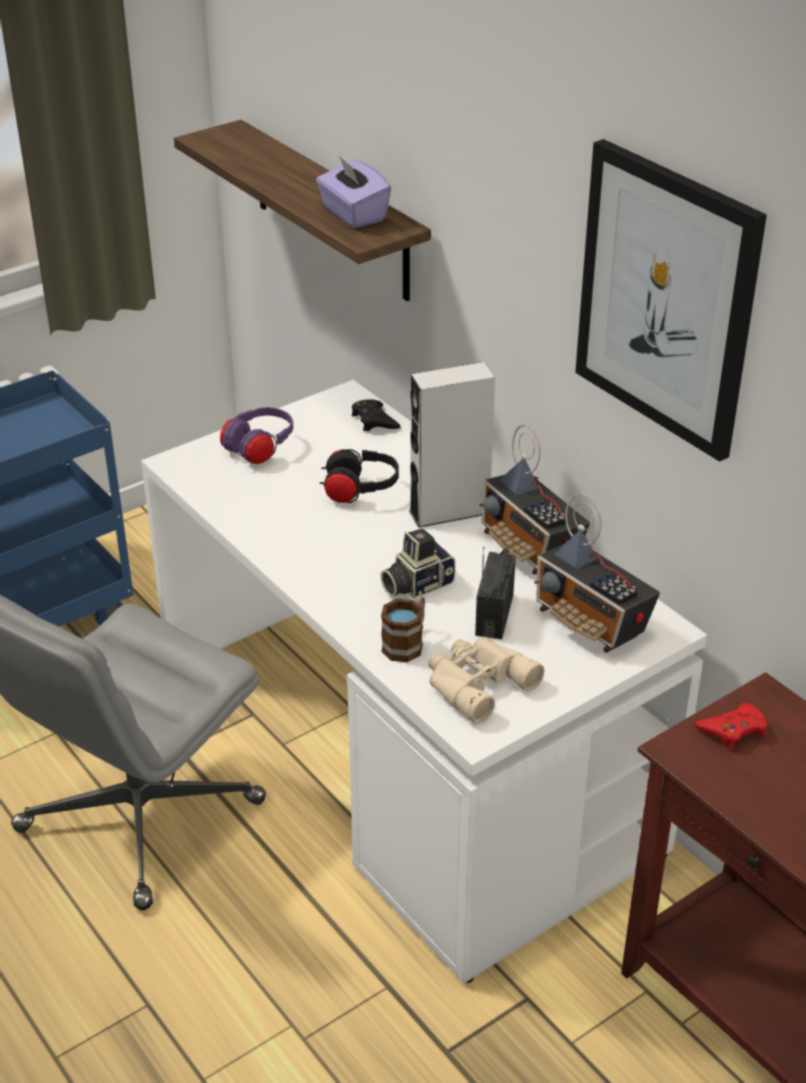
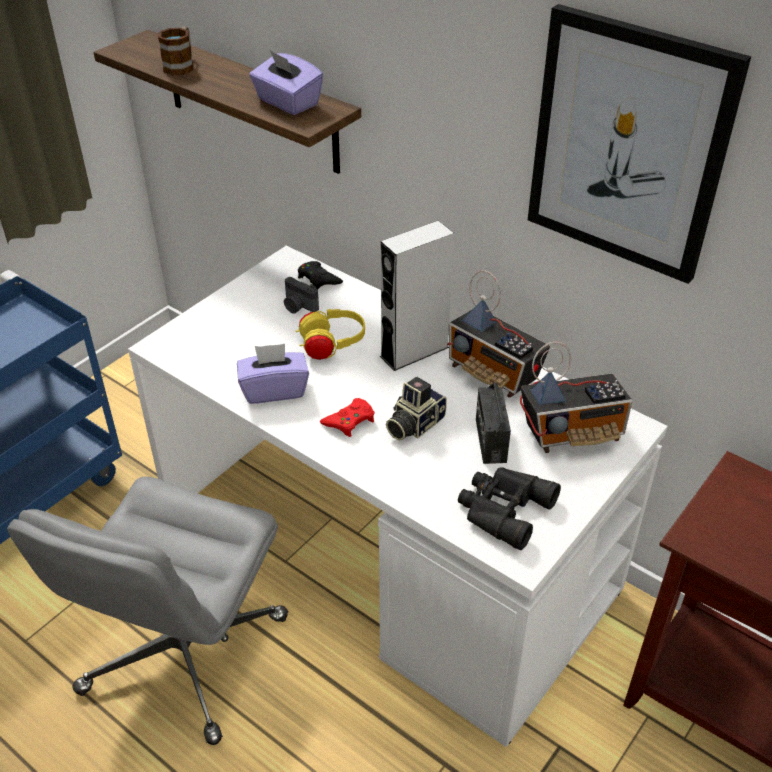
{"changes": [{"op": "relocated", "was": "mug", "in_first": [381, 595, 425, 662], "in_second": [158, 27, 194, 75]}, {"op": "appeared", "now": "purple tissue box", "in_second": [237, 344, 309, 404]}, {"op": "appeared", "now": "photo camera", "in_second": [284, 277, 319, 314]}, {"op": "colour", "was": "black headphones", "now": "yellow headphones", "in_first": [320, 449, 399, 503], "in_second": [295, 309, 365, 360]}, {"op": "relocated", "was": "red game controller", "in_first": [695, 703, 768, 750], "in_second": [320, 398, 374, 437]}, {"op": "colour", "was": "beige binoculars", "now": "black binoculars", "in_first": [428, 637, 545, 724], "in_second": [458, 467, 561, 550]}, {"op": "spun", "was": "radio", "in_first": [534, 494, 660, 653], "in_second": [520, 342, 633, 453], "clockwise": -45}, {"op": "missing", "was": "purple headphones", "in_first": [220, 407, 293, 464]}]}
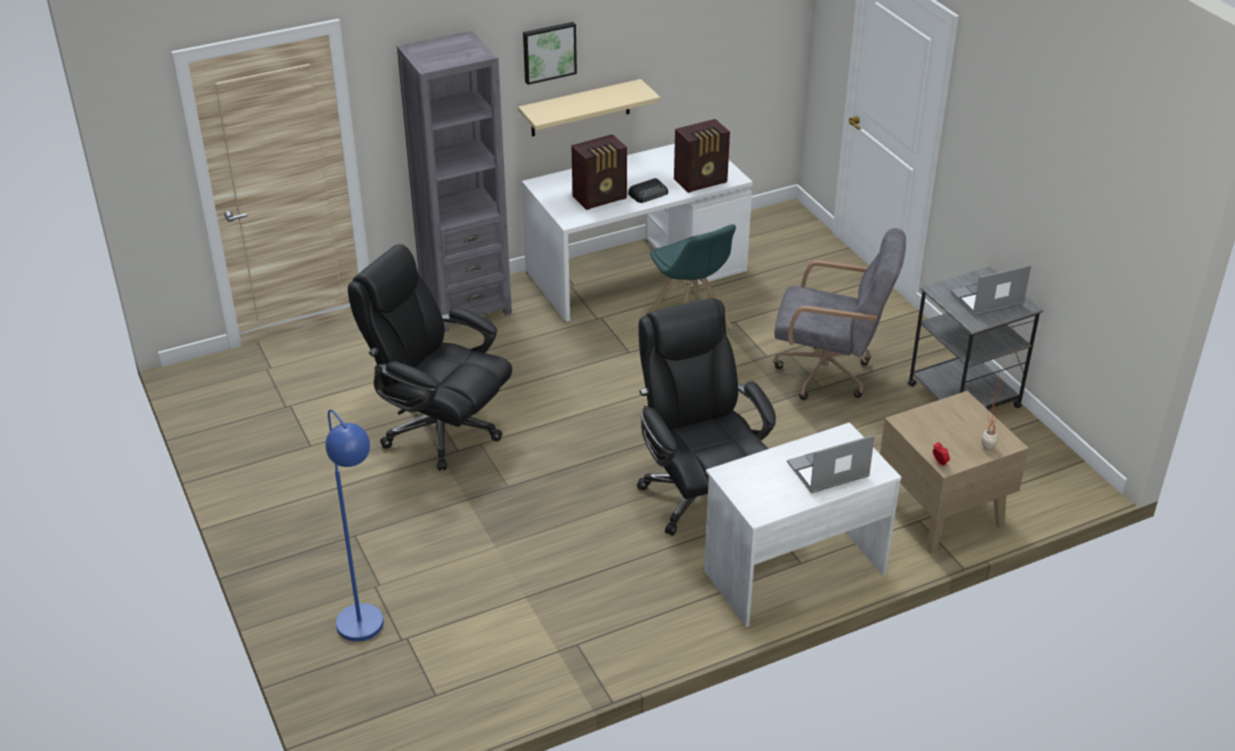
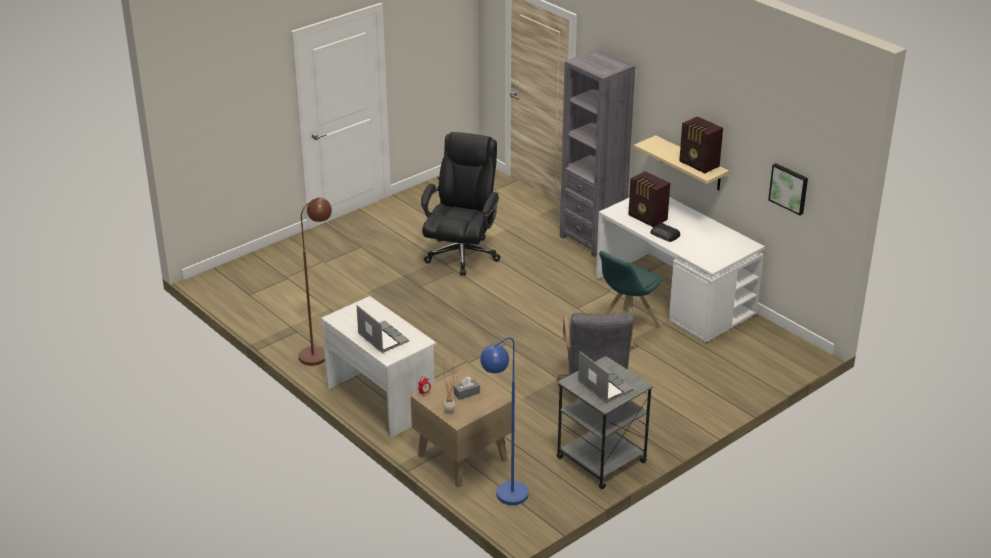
{"changes": [{"op": "appeared", "now": "brown floor lamp", "in_second": [299, 197, 332, 366]}, {"op": "appeared", "now": "grey tissue box", "in_second": [454, 377, 480, 400]}, {"op": "relocated", "was": "blue floor lamp", "in_first": [325, 409, 384, 642], "in_second": [480, 338, 529, 505]}, {"op": "relocated", "was": "radio", "in_first": [674, 119, 730, 193], "in_second": [679, 116, 723, 174]}, {"op": "relocated", "was": "picture", "in_first": [523, 22, 577, 85], "in_second": [768, 163, 808, 216]}, {"op": "missing", "was": "black office chair", "in_first": [637, 298, 776, 536]}]}
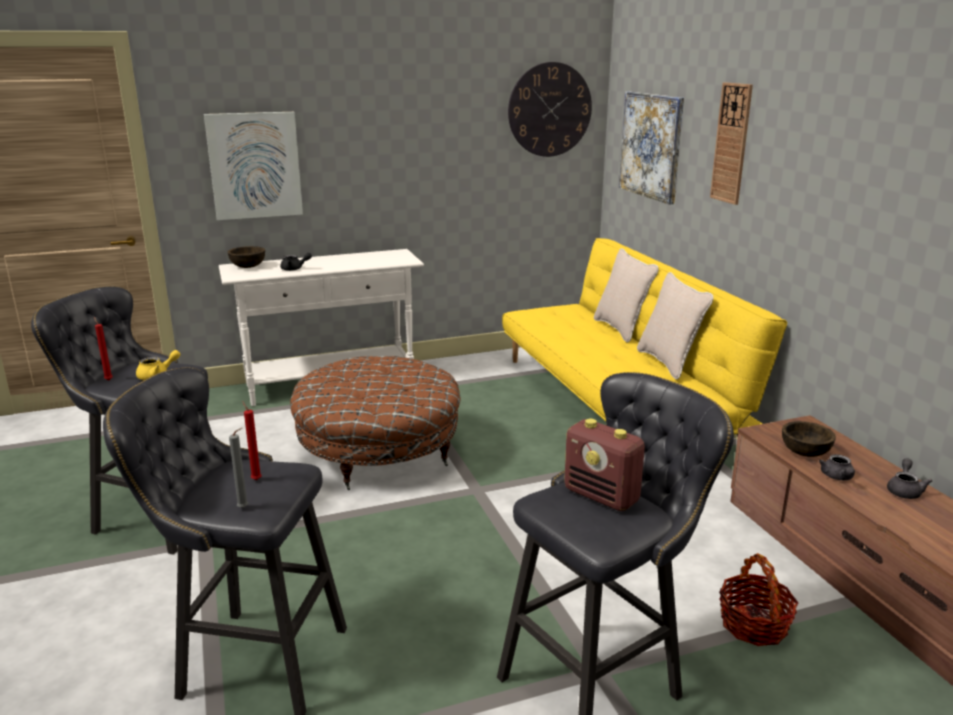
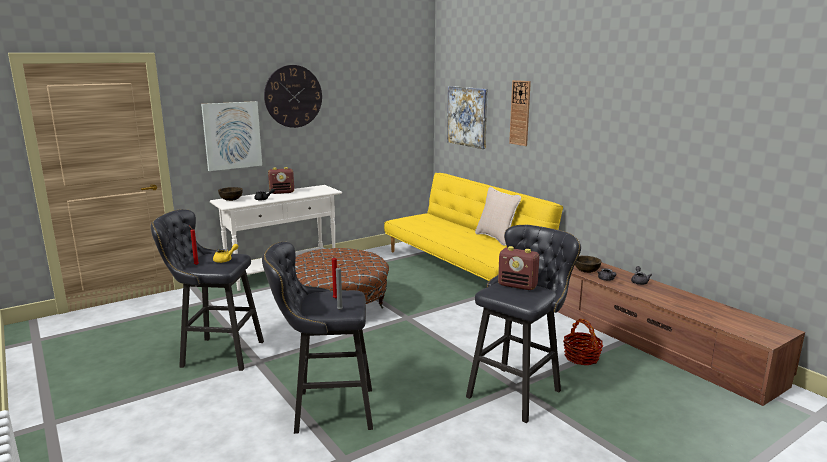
{"changes": [{"op": "relocated", "was": "wall clock", "in_first": [508, 62, 592, 157], "in_second": [264, 65, 322, 128]}, {"op": "appeared", "now": "radio", "in_second": [268, 167, 294, 194]}, {"op": "missing", "was": "beige pillow", "in_first": [594, 248, 659, 342]}]}
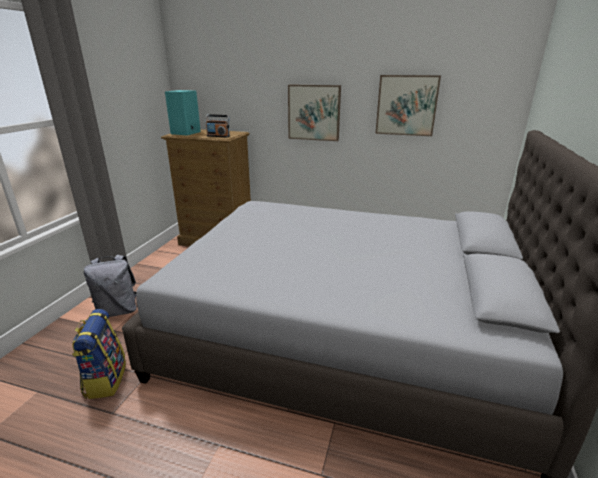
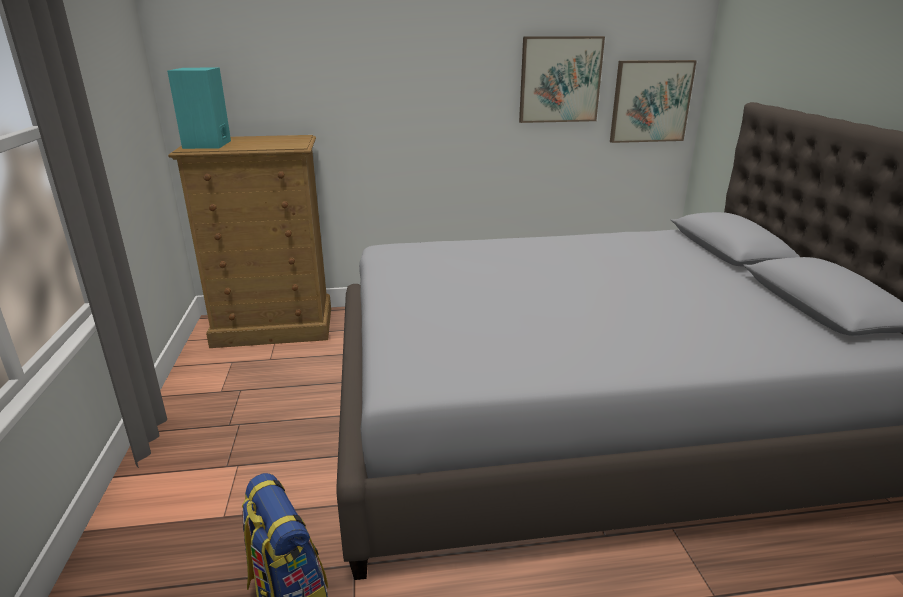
{"changes": [{"op": "relocated", "was": "picture", "in_first": [288, 84, 341, 141], "in_second": [610, 60, 697, 143]}, {"op": "missing", "was": "grey backpack", "in_first": [84, 255, 137, 317]}, {"op": "missing", "was": "radio", "in_first": [206, 114, 230, 137]}]}
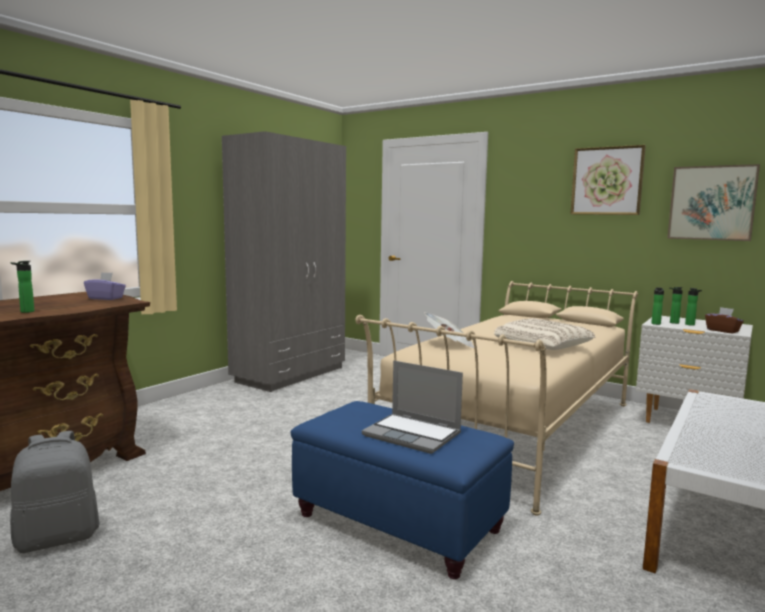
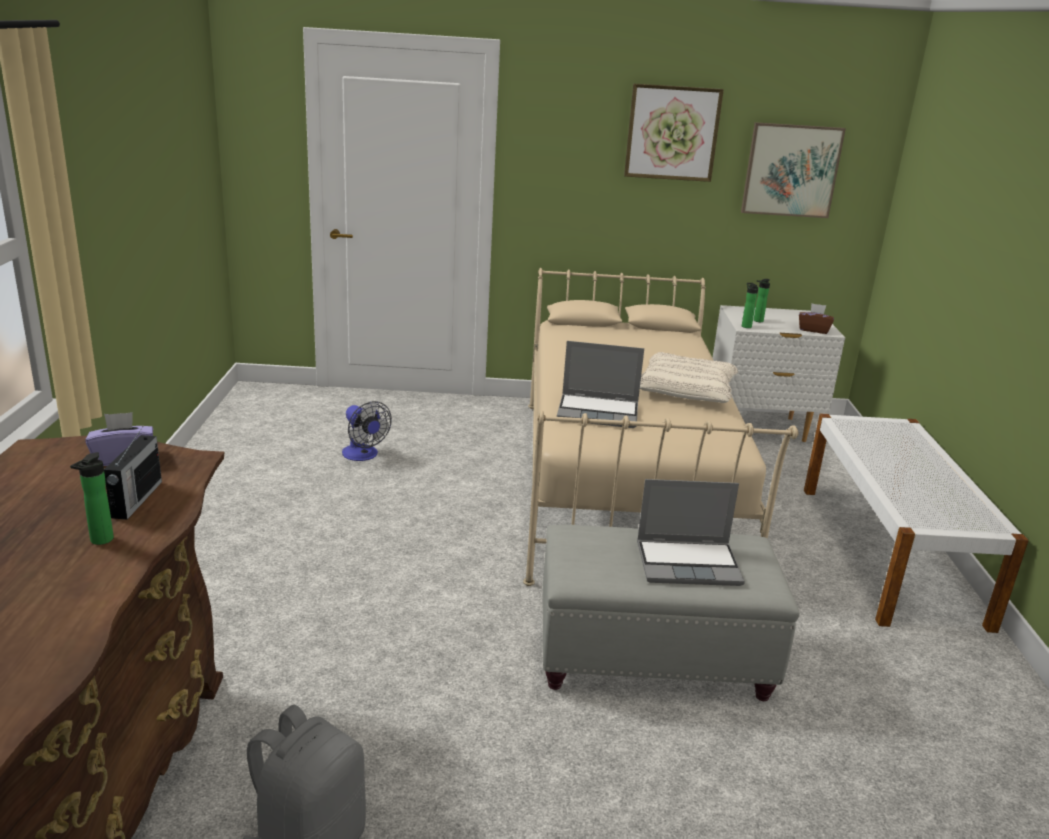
{"changes": [{"op": "appeared", "now": "radio", "in_second": [104, 428, 162, 520]}, {"op": "appeared", "now": "fan", "in_second": [342, 401, 392, 461]}, {"op": "colour", "was": "blue ottoman", "now": "grey ottoman", "in_first": [291, 401, 514, 579], "in_second": [543, 525, 800, 701]}, {"op": "exchanged", "was": "newspaper", "now": "laptop", "in_first": [424, 312, 474, 348], "in_second": [557, 341, 644, 428]}, {"op": "missing", "was": "grey wardrobe", "in_first": [222, 131, 346, 392]}, {"op": "missing", "was": "bottle", "in_first": [685, 288, 702, 326]}]}
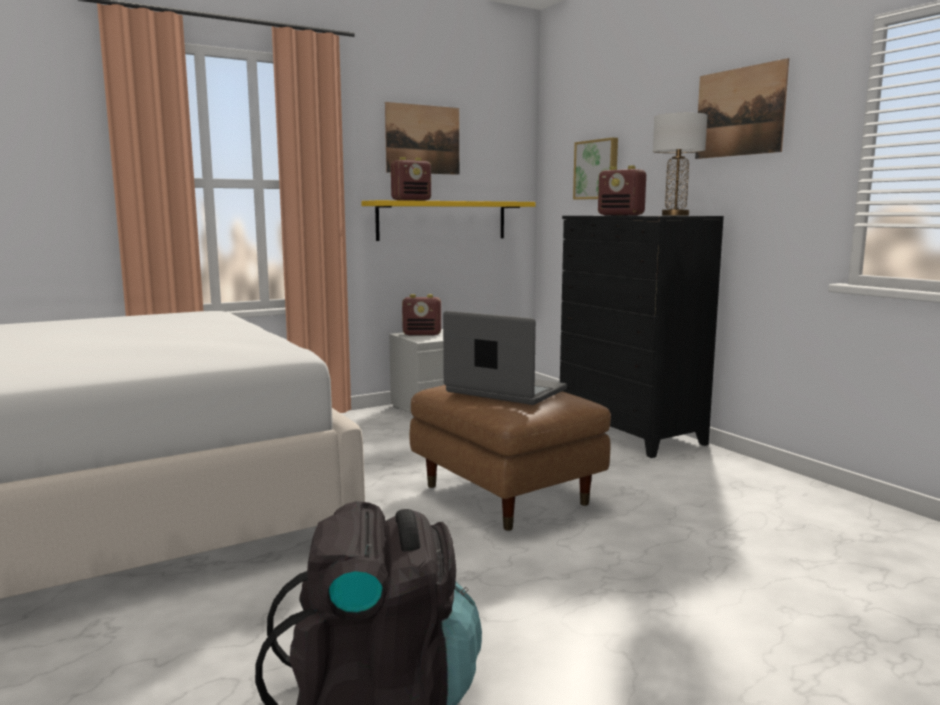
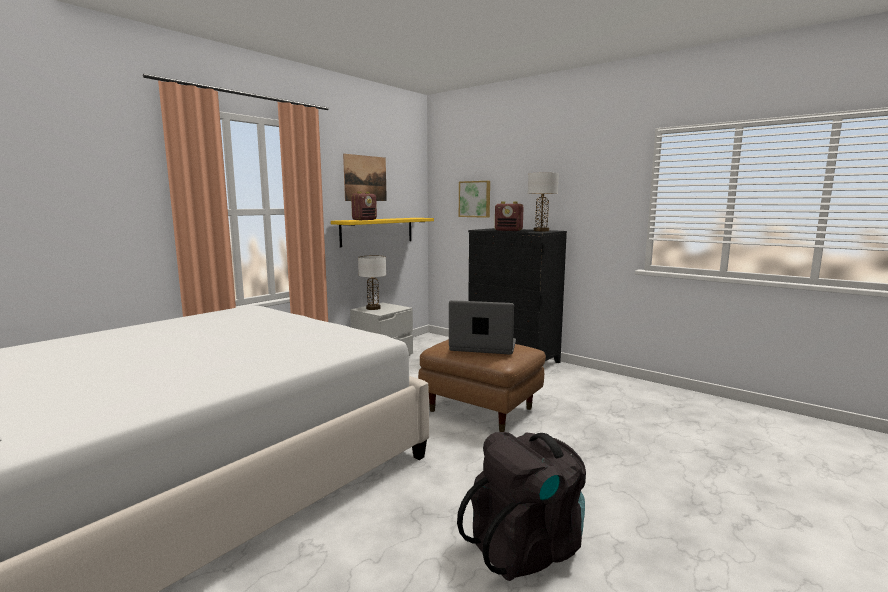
{"changes": [{"op": "exchanged", "was": "radio", "now": "table lamp", "in_first": [402, 294, 441, 336], "in_second": [358, 255, 386, 310]}, {"op": "missing", "was": "picture", "in_first": [695, 58, 789, 159]}]}
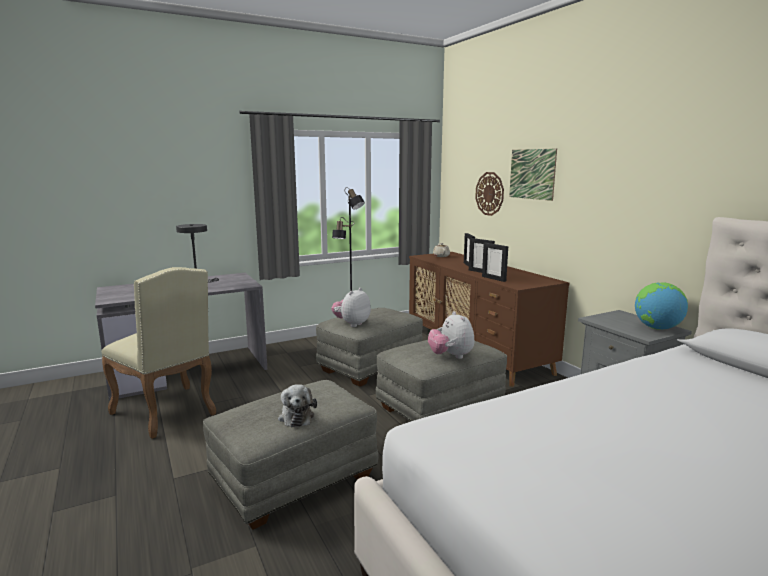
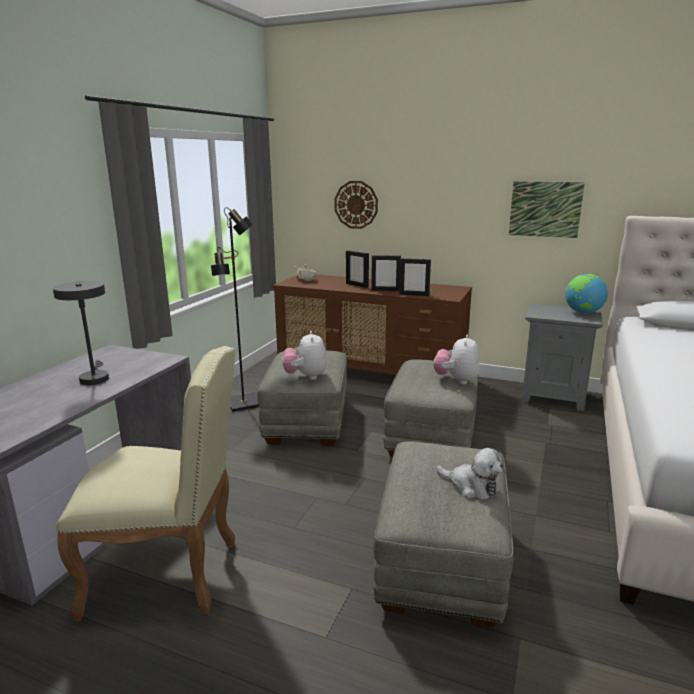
{"changes": [{"op": "spun", "was": "plush toy", "in_first": [428, 311, 474, 359], "in_second": [434, 335, 480, 385], "clockwise": 75}, {"op": "relocated", "was": "picture", "in_first": [509, 149, 557, 201], "in_second": [509, 181, 585, 238]}]}
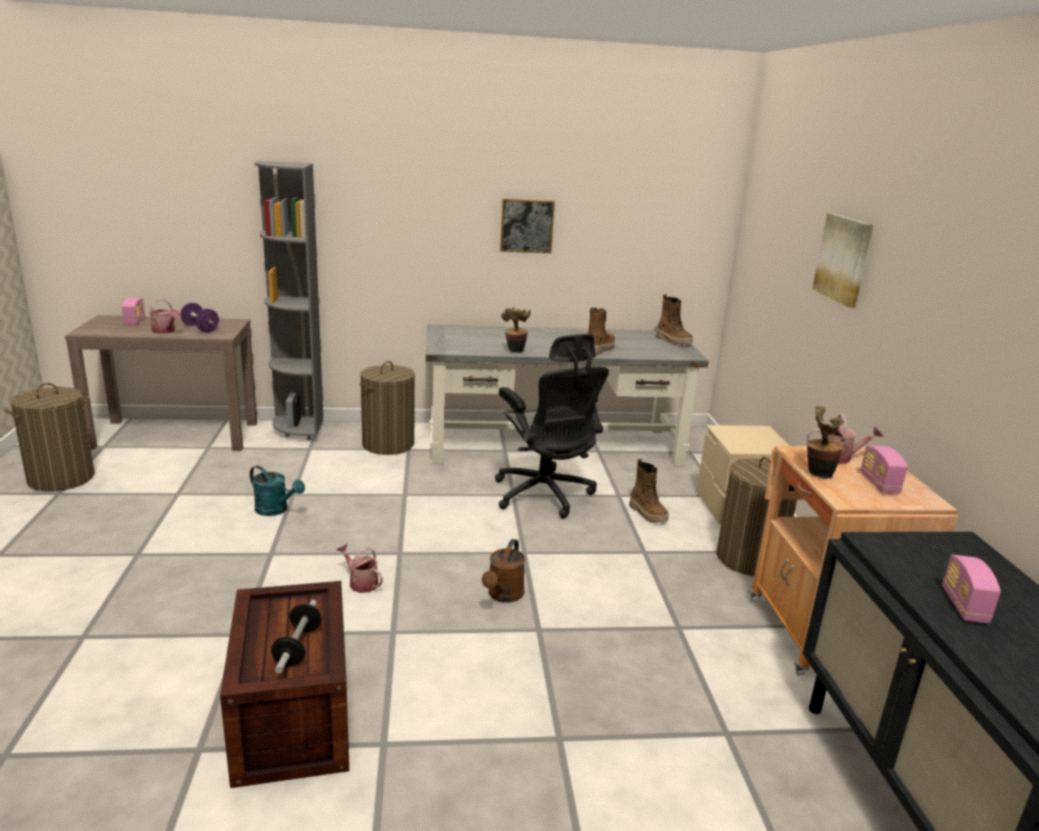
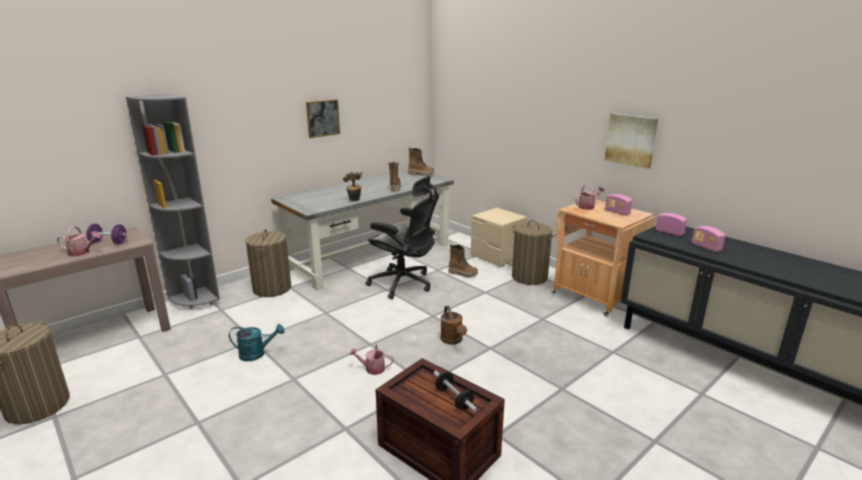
{"changes": [{"op": "relocated", "was": "picture", "in_first": [812, 213, 873, 308], "in_second": [605, 113, 658, 168]}, {"op": "relocated", "was": "radio", "in_first": [122, 298, 145, 325], "in_second": [655, 213, 687, 236]}, {"op": "missing", "was": "potted plant", "in_first": [807, 406, 845, 479]}]}
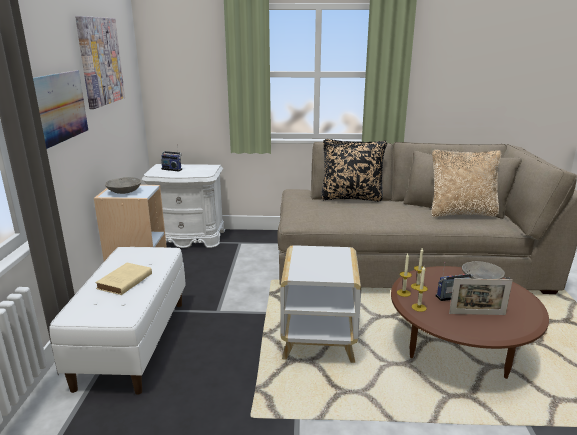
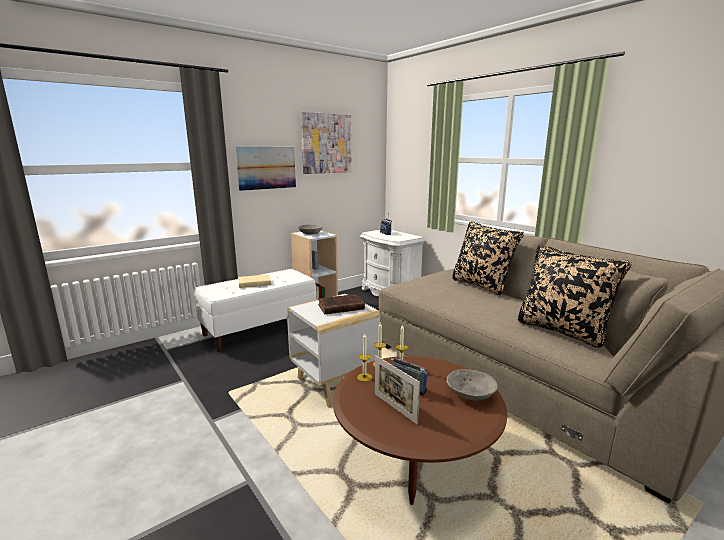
{"changes": [{"op": "appeared", "now": "brown book", "in_second": [318, 294, 365, 315]}, {"op": "colour", "was": "beige pillow", "now": "black pillow", "in_first": [431, 150, 501, 217], "in_second": [518, 245, 632, 348]}]}
